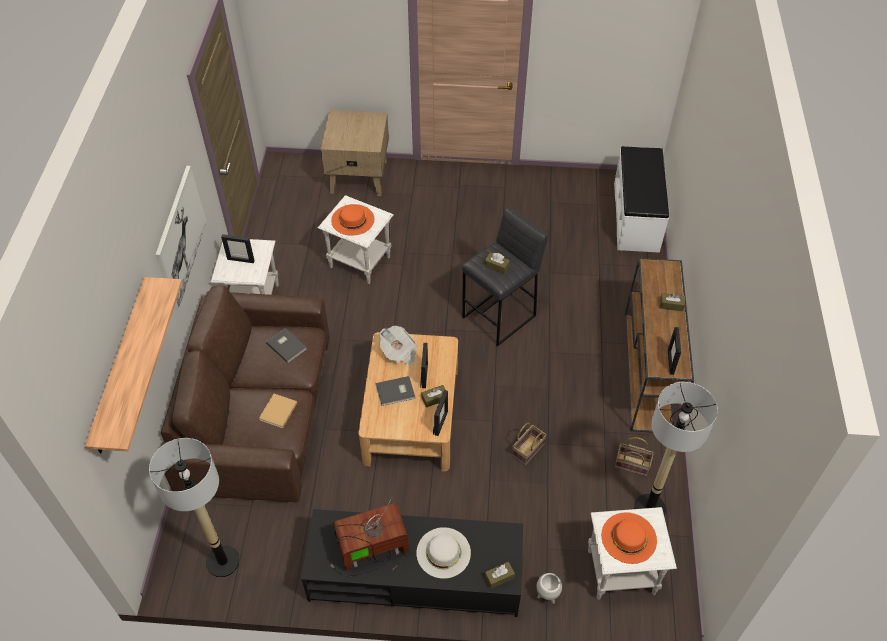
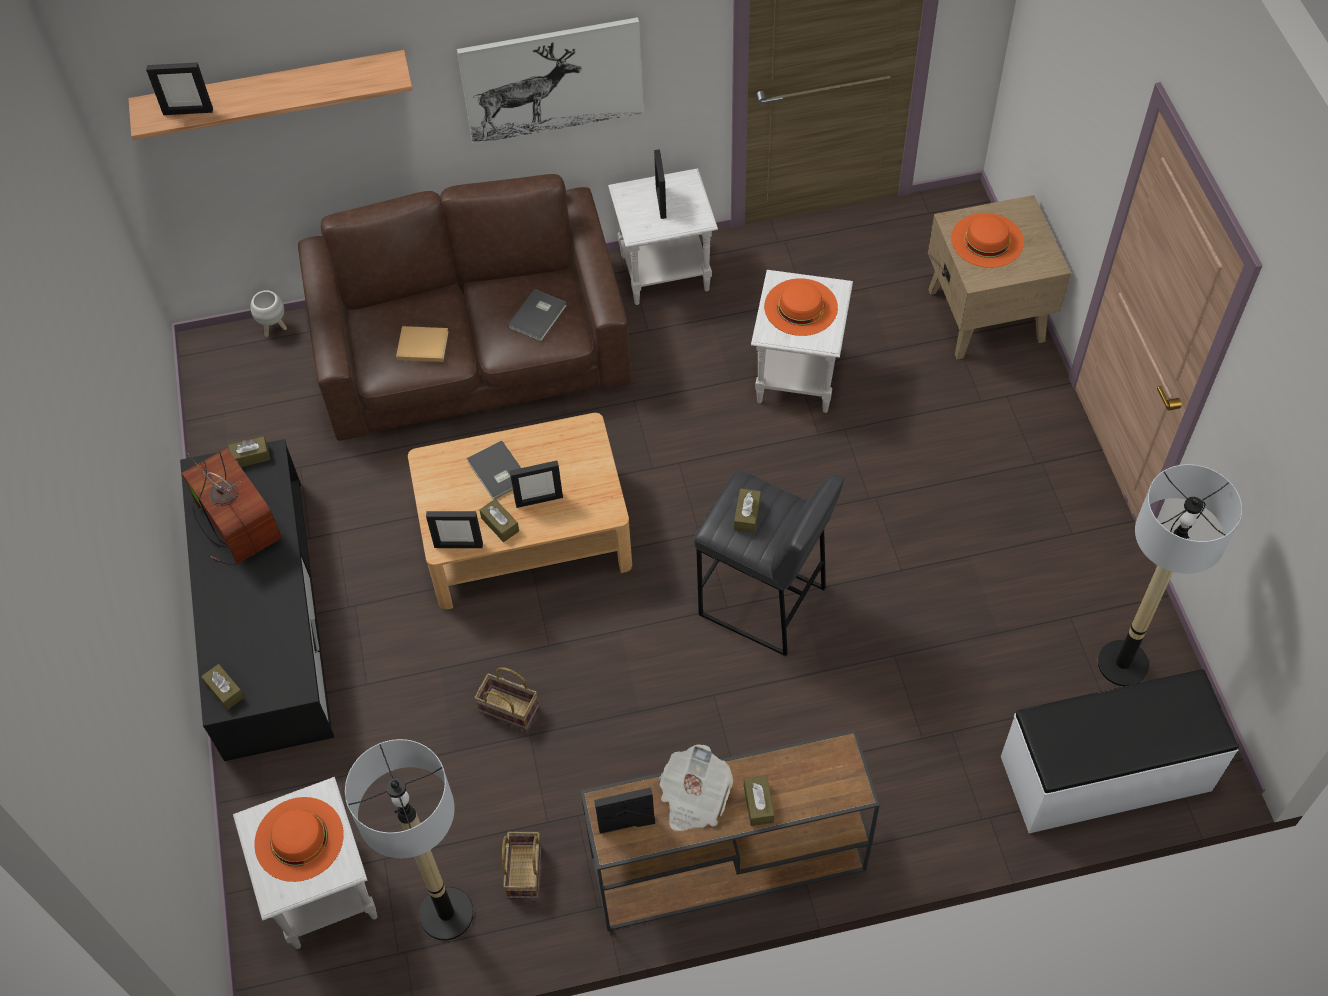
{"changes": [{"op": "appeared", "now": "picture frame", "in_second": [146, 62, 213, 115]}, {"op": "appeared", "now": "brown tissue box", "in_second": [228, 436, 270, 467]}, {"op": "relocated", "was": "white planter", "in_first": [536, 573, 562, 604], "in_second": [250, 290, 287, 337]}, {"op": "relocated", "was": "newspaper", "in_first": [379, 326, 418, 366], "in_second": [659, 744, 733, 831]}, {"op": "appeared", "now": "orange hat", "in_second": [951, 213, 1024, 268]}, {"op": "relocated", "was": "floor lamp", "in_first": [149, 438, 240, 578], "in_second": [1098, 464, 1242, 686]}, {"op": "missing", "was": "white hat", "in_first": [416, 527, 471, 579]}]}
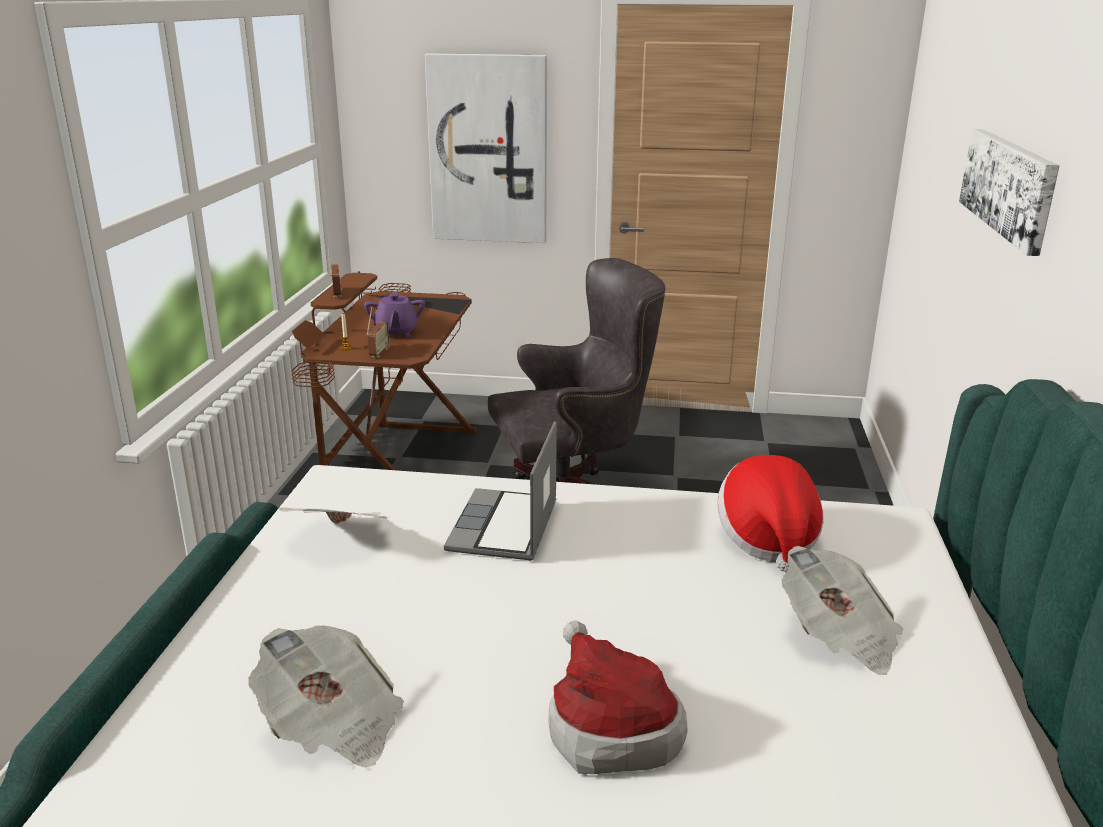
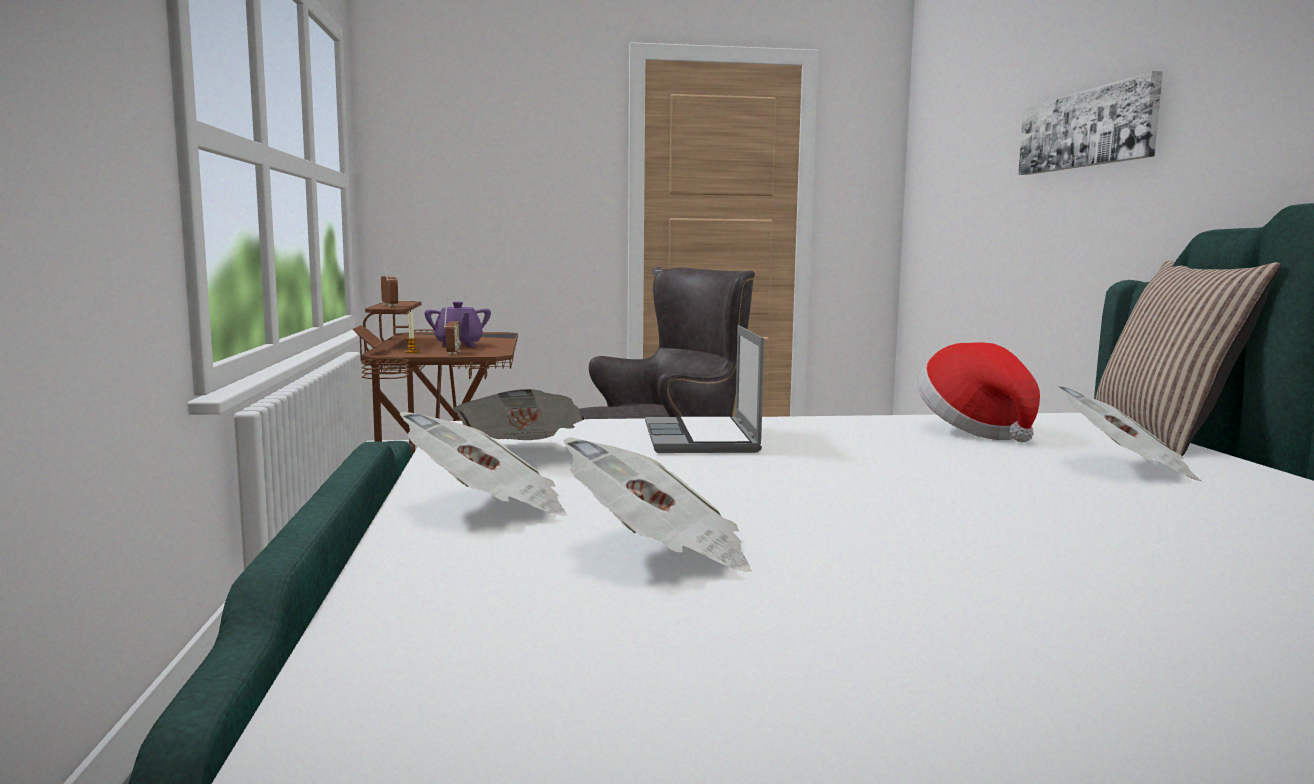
{"changes": [{"op": "appeared", "now": "newspaper", "in_second": [400, 412, 566, 515]}, {"op": "appeared", "now": "pillow", "in_second": [1095, 260, 1281, 456]}, {"op": "missing", "was": "picture", "in_first": [425, 53, 547, 243]}, {"op": "missing", "was": "hat", "in_first": [548, 620, 687, 774]}]}
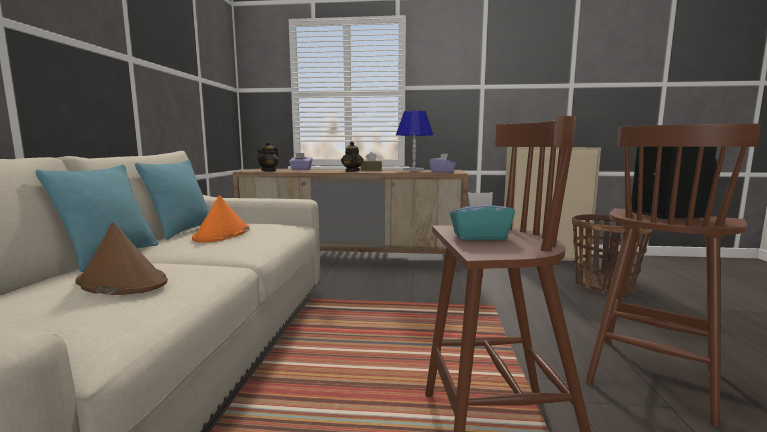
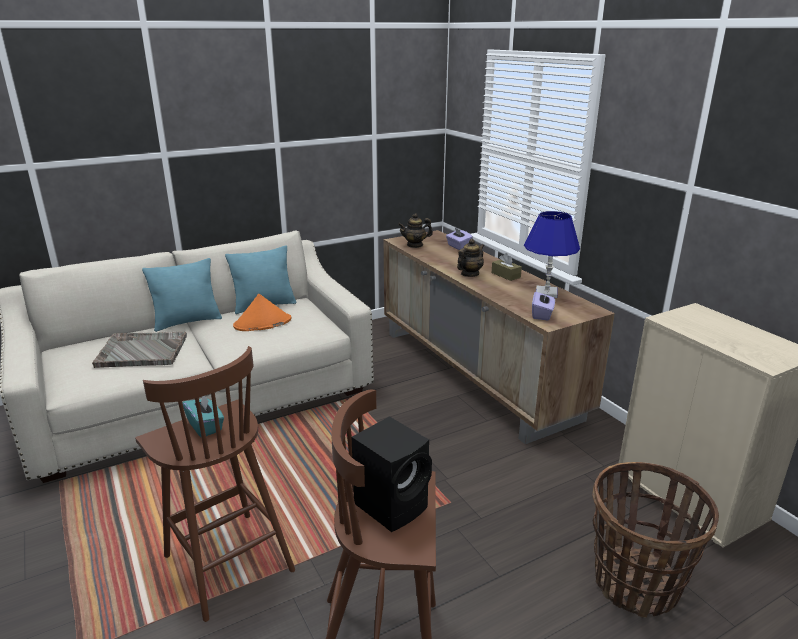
{"changes": [{"op": "exchanged", "was": "brown hat", "now": "grey tray", "in_first": [76, 222, 168, 295], "in_second": [92, 332, 187, 368]}]}
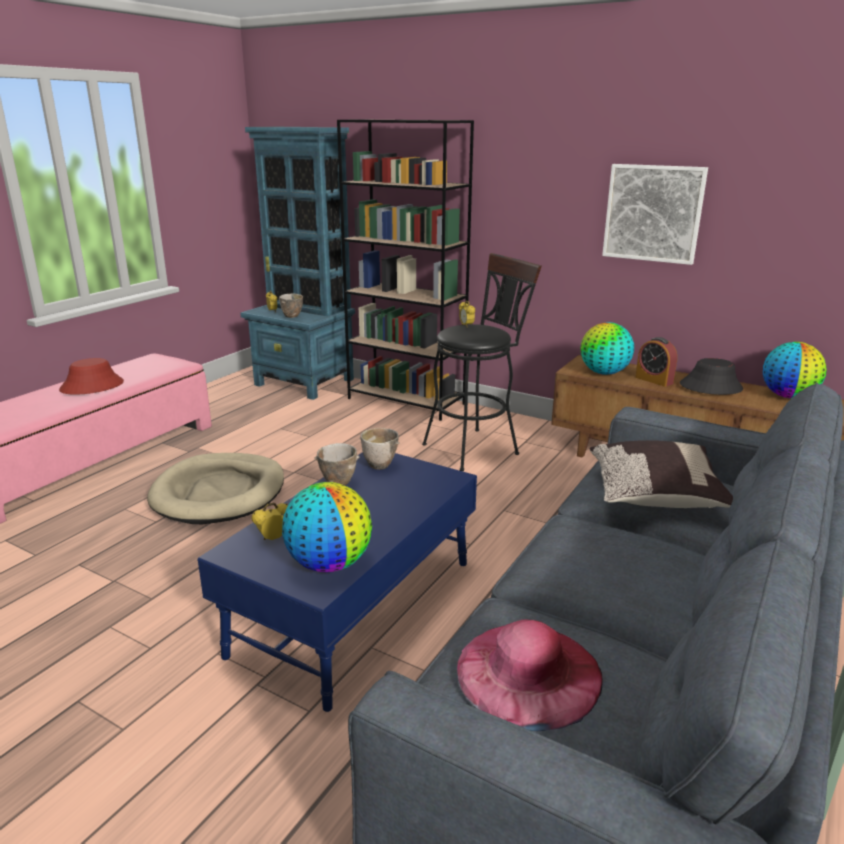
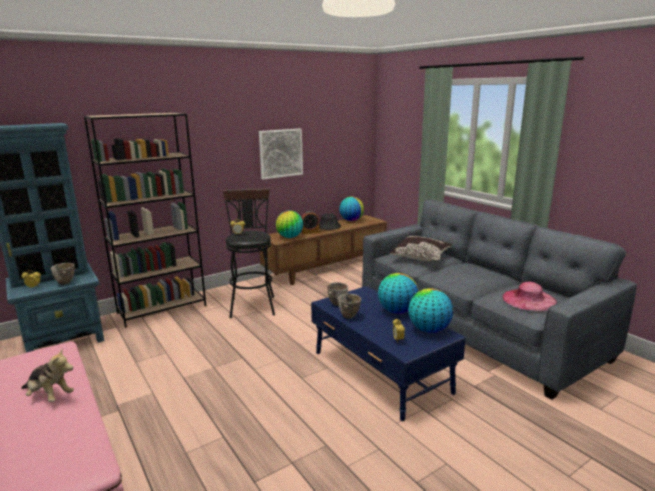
{"changes": [{"op": "exchanged", "was": "red hat", "now": "plush toy", "in_first": [59, 358, 124, 395], "in_second": [21, 349, 74, 402]}, {"op": "appeared", "now": "globe", "in_second": [378, 273, 419, 314]}, {"op": "missing", "was": "beige dog bed", "in_first": [147, 453, 284, 524]}]}
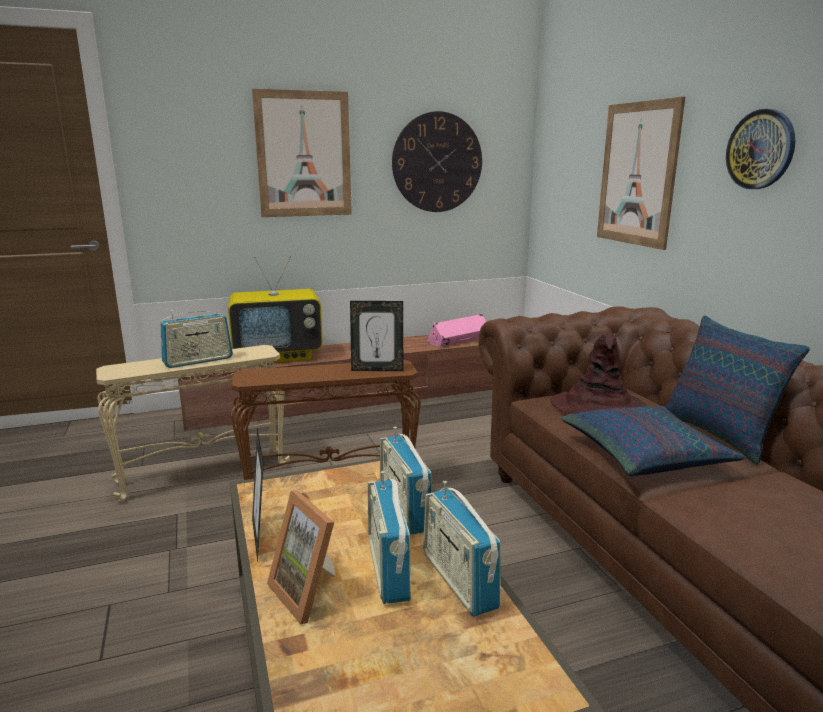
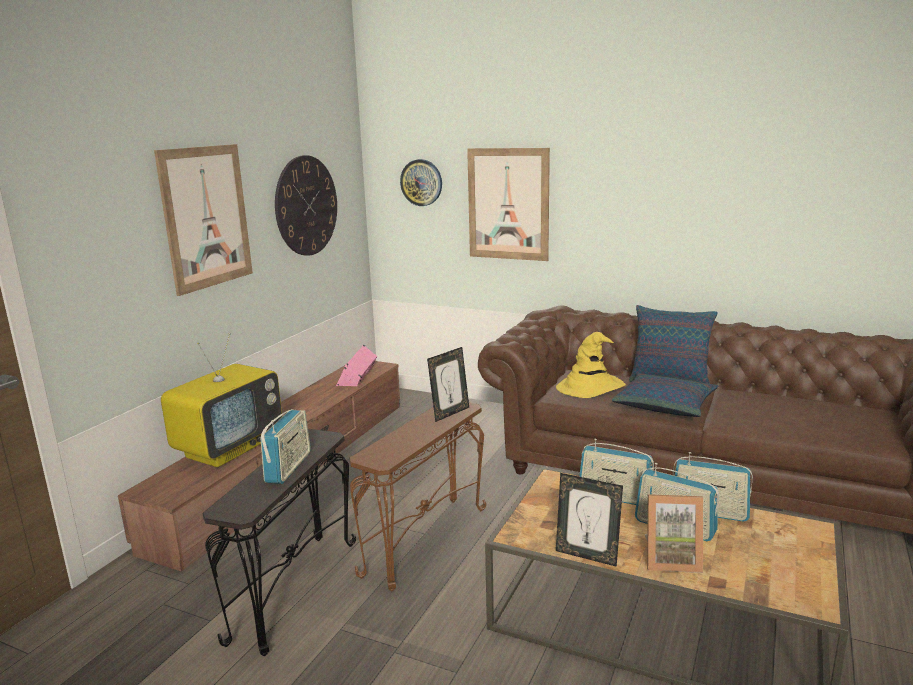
{"changes": [{"op": "colour", "was": "beige side table", "now": "black side table", "in_first": [96, 345, 290, 502], "in_second": [203, 429, 356, 656]}, {"op": "relocated", "was": "wall clock", "in_first": [726, 109, 795, 189], "in_second": [400, 159, 442, 206]}, {"op": "colour", "was": "brown hat", "now": "yellow hat", "in_first": [550, 333, 646, 414], "in_second": [556, 332, 626, 398]}]}
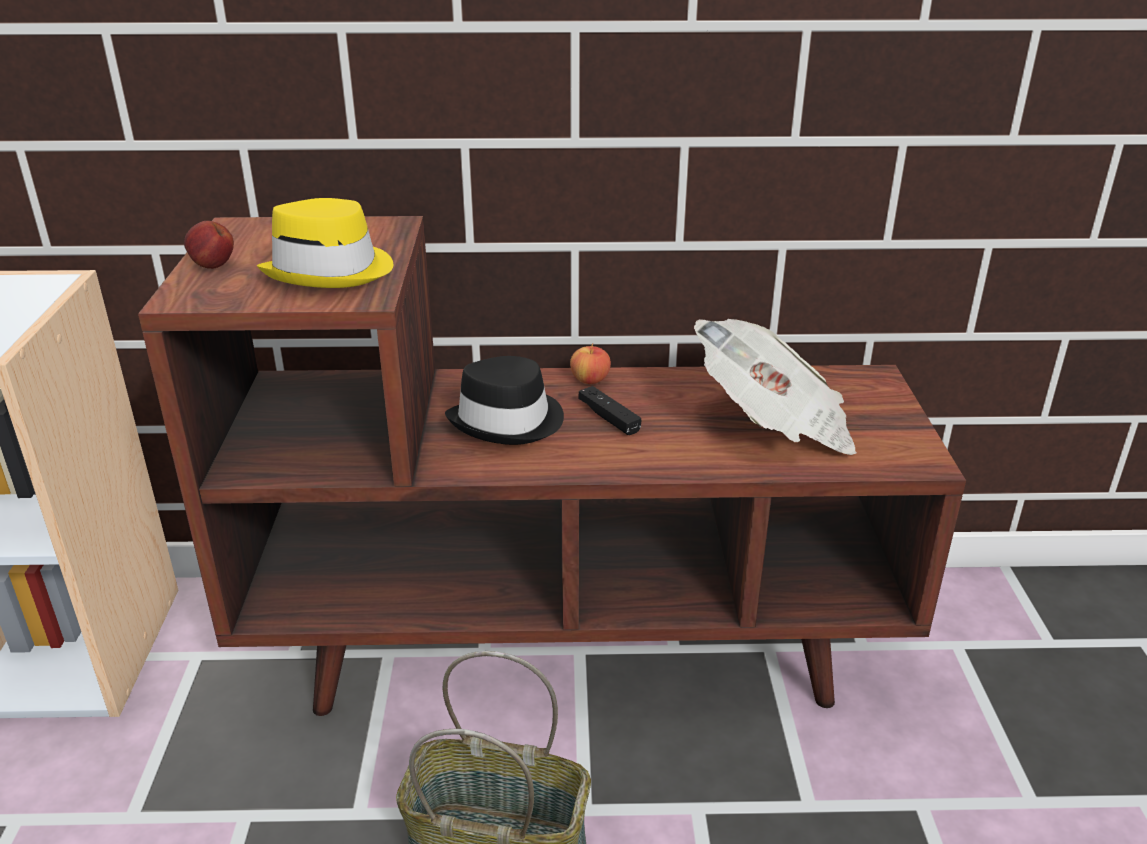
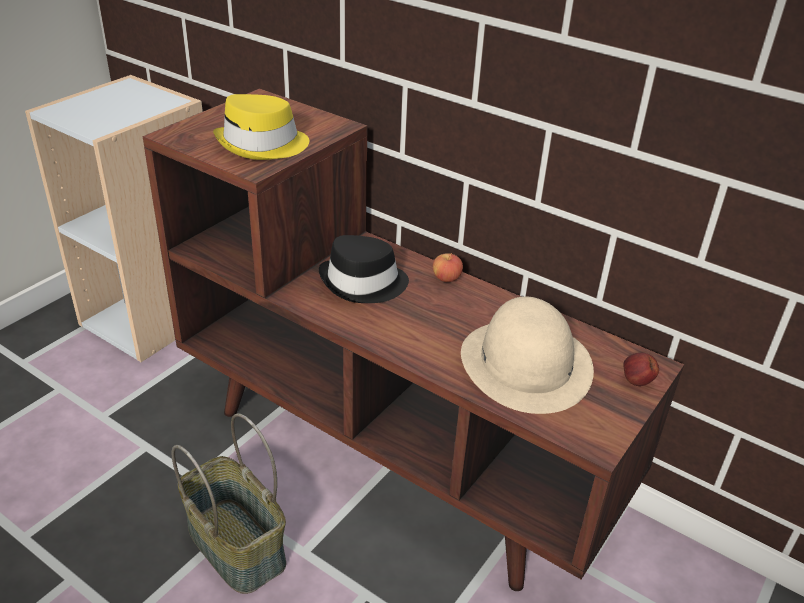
{"changes": [{"op": "exchanged", "was": "newspaper", "now": "beige hat", "in_first": [694, 319, 857, 455], "in_second": [461, 296, 594, 414]}, {"op": "relocated", "was": "apple", "in_first": [184, 221, 234, 269], "in_second": [623, 353, 659, 386]}, {"op": "missing", "was": "black game controller", "in_first": [578, 386, 641, 435]}]}
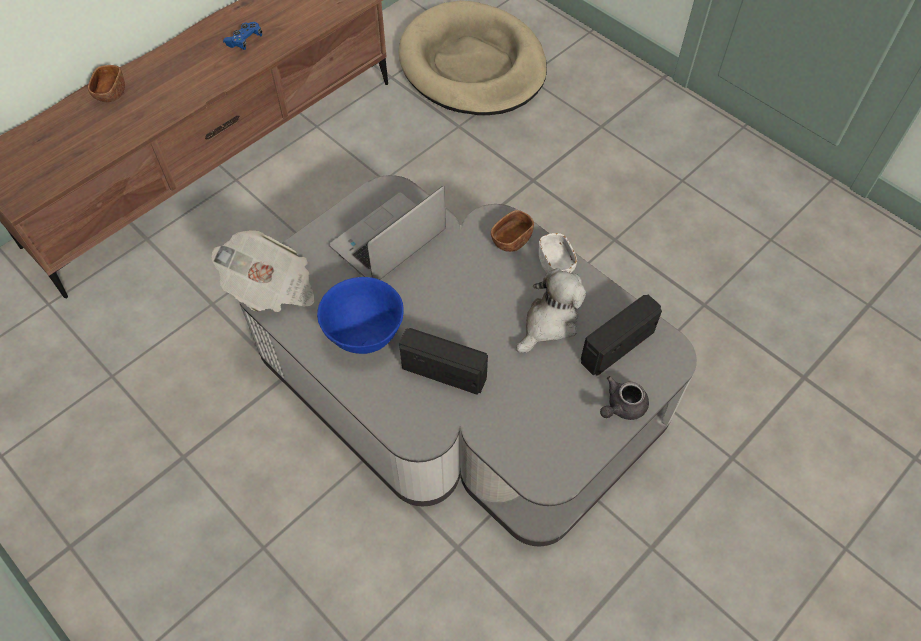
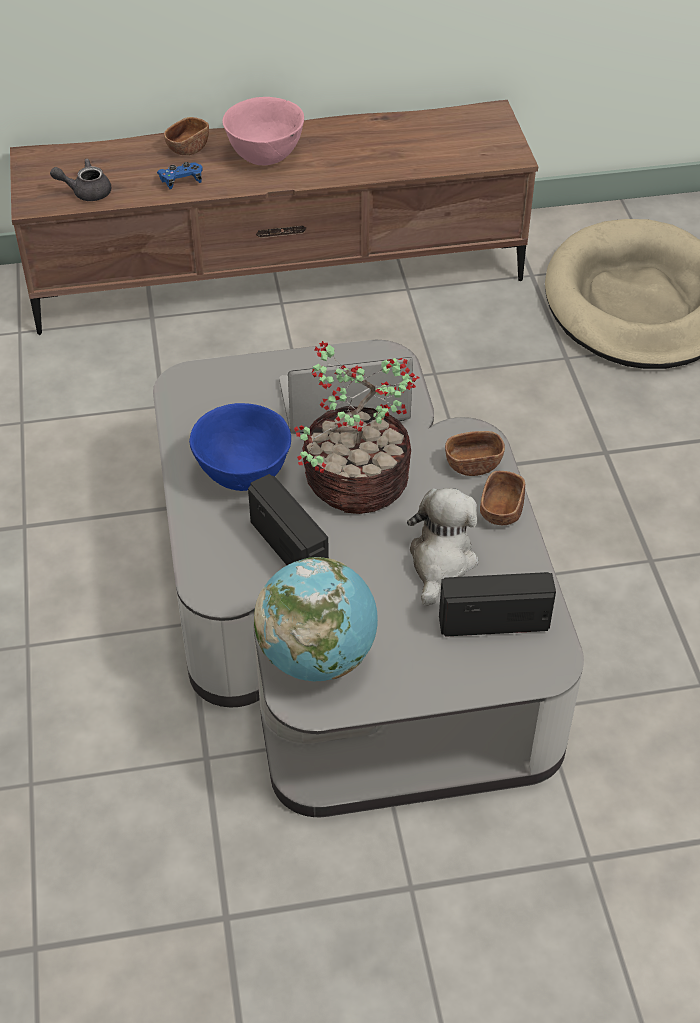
{"changes": [{"op": "relocated", "was": "grey teapot", "in_first": [600, 376, 649, 420], "in_second": [50, 158, 111, 201]}, {"op": "relocated", "was": "blue game controller", "in_first": [223, 22, 263, 50], "in_second": [157, 162, 203, 189]}, {"op": "appeared", "now": "pink bowl", "in_second": [222, 97, 304, 166]}, {"op": "appeared", "now": "globe", "in_second": [254, 557, 378, 681]}, {"op": "appeared", "now": "potted plant", "in_second": [294, 341, 419, 514]}, {"op": "spun", "was": "plush toy", "in_first": [516, 268, 586, 353], "in_second": [407, 488, 478, 606], "clockwise": -60}, {"op": "colour", "was": "white bowl", "now": "brown bowl", "in_first": [539, 233, 577, 273], "in_second": [480, 471, 525, 525]}, {"op": "missing", "was": "newspaper", "in_first": [211, 230, 315, 312]}]}
